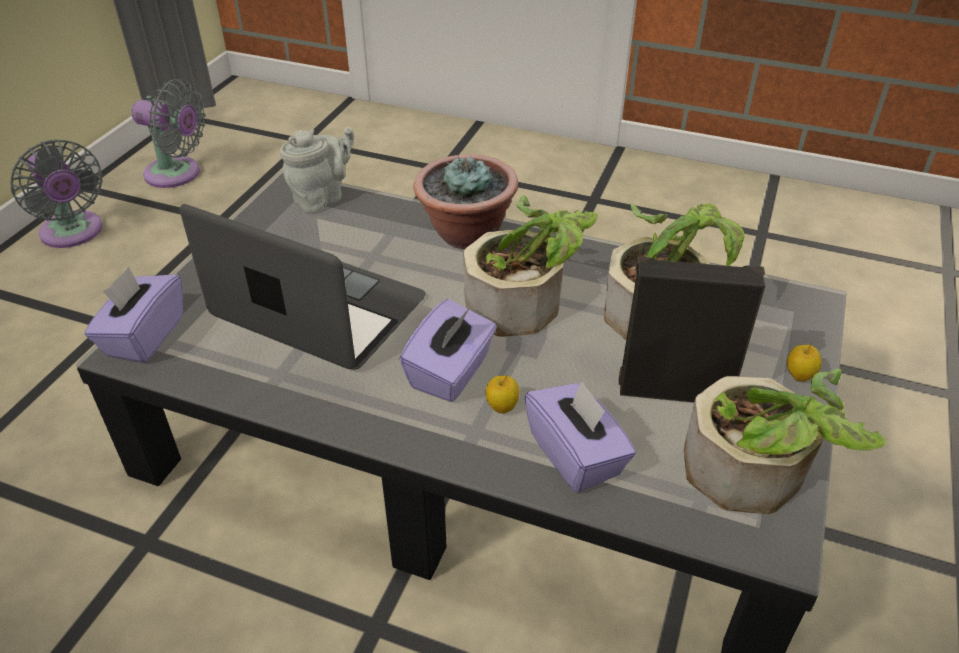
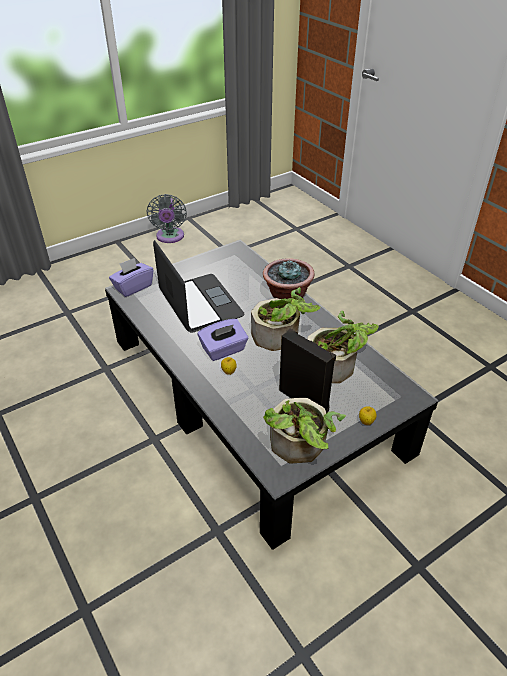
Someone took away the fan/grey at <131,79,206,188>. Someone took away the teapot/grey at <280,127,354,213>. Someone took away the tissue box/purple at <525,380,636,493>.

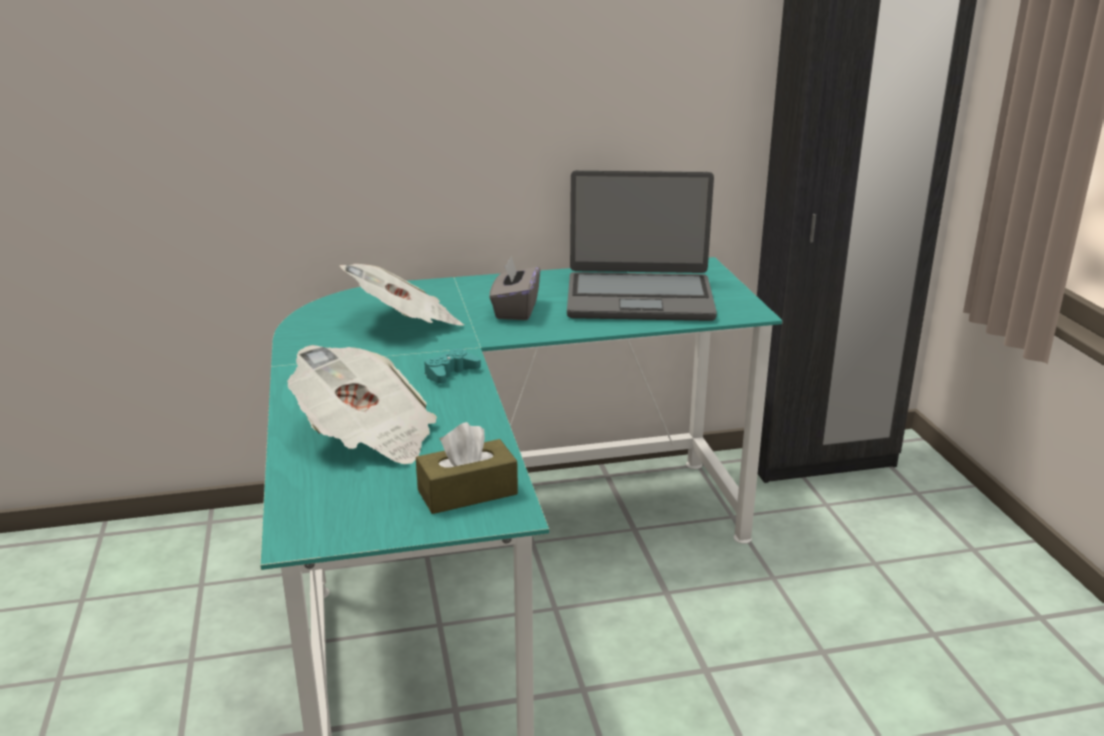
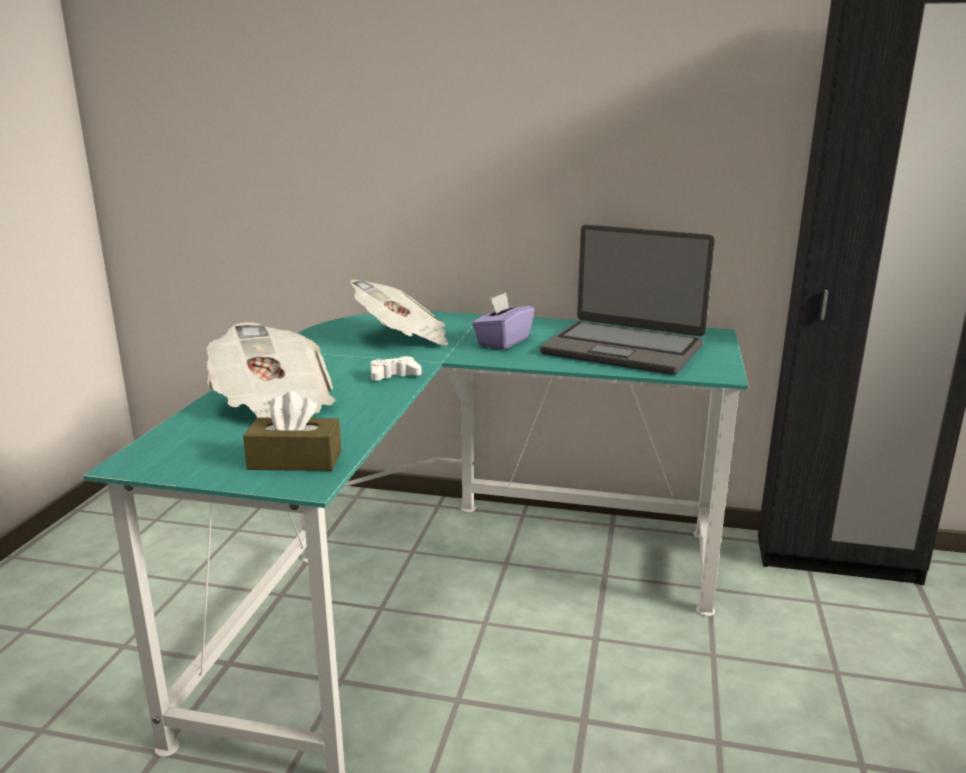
Someone repainted the game controller/turquoise at <424,349,481,384>, which became the game controller/white at <370,356,422,381>. Someone repainted the tissue box/grey at <489,256,540,320>, which became the tissue box/purple at <472,292,535,350>.

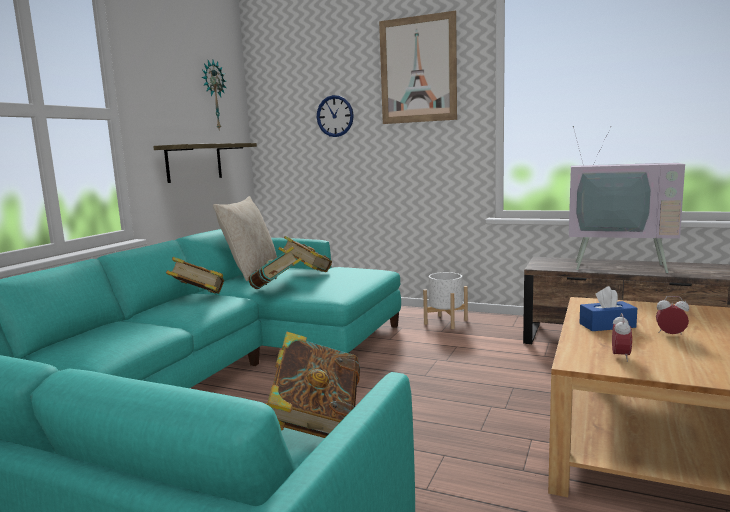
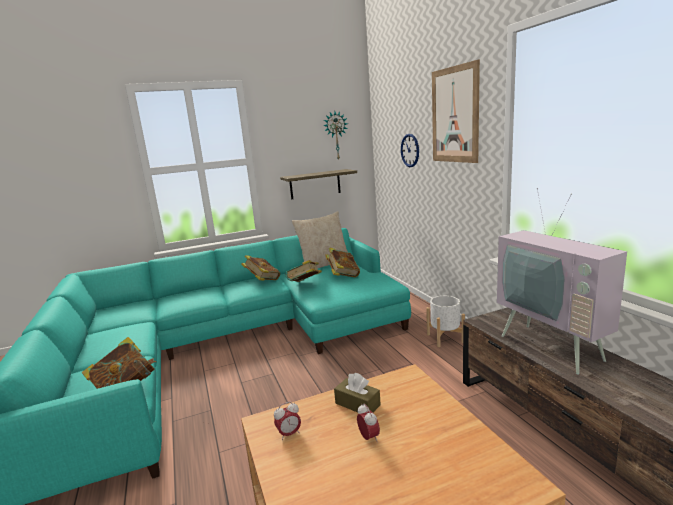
Someone repainted the tissue box/blue at <580,286,637,331>, which became the tissue box/brown at <334,373,381,412>.

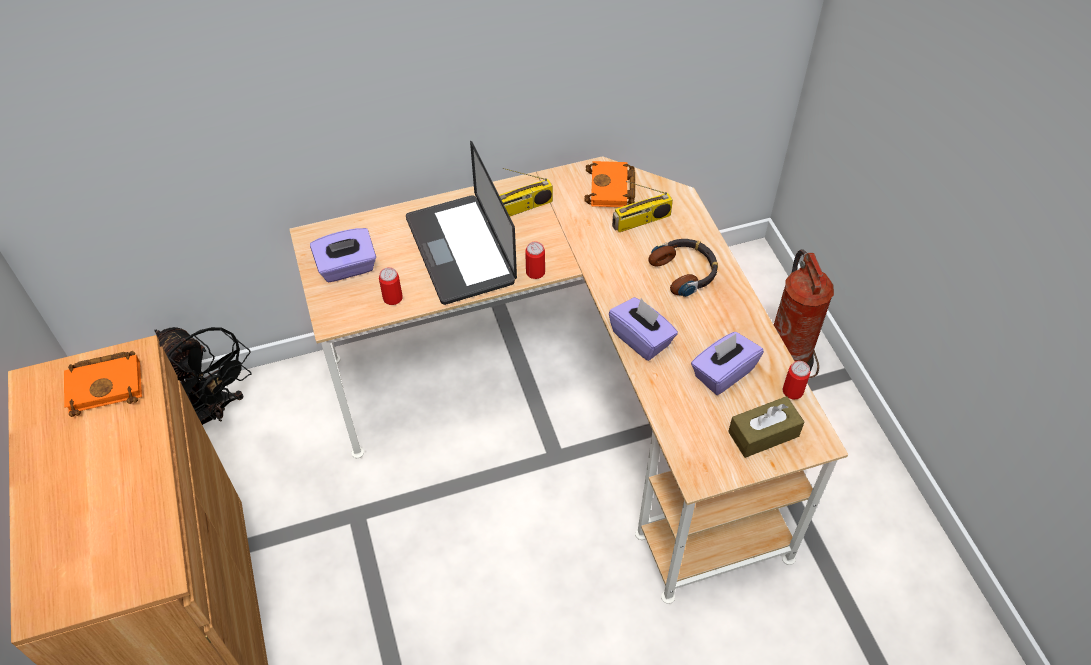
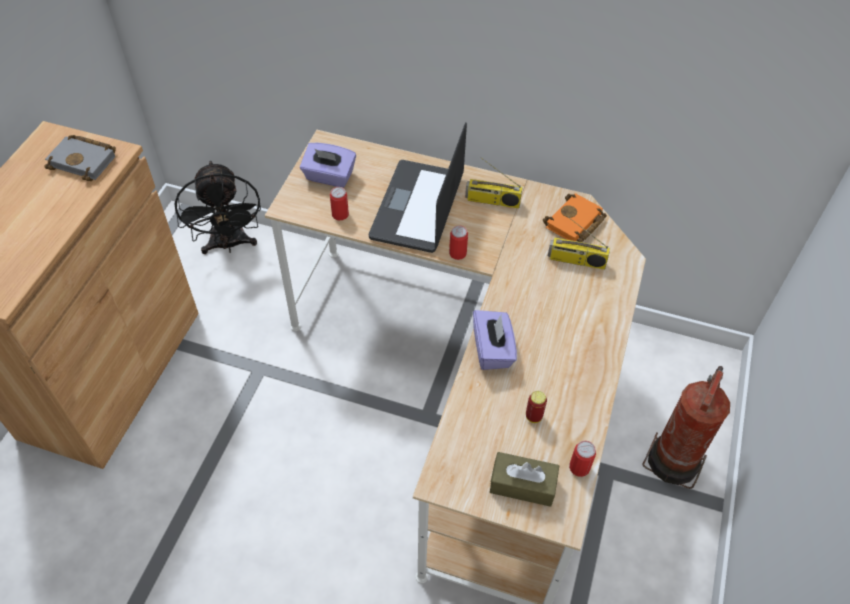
Someone repainted the book/orange at <64,351,142,417>, which became the book/grey at <44,135,116,181>. Someone swapped the tissue box/purple at <691,332,764,395> for the can at <526,391,547,423>. Someone took away the headphones at <648,239,718,297>.

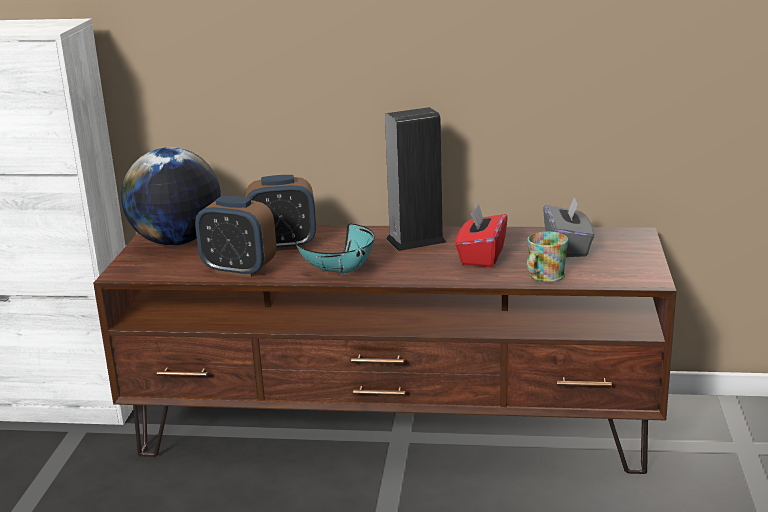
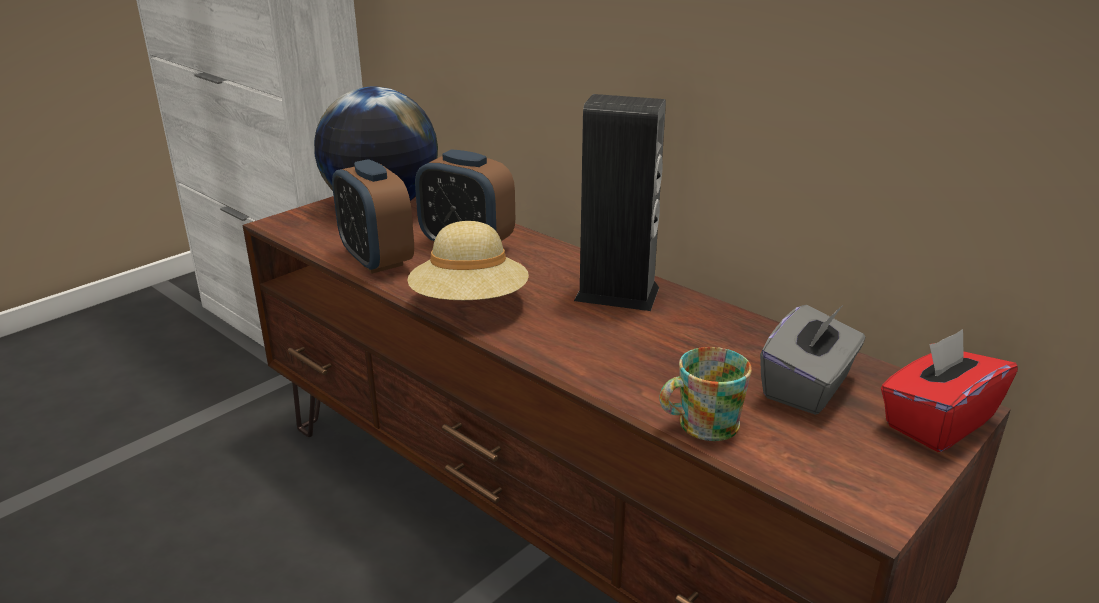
Someone swapped the bowl/turquoise at <295,224,375,273> for the hat/beige at <407,221,529,300>. Someone carried the tissue box/red from <455,204,508,267> to <881,329,1018,452>.

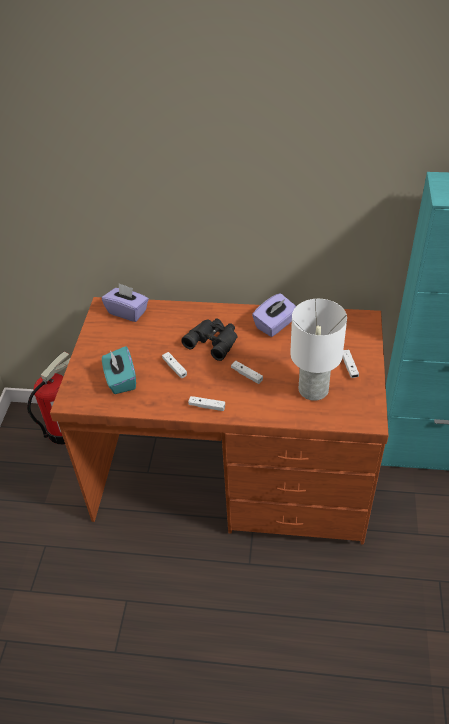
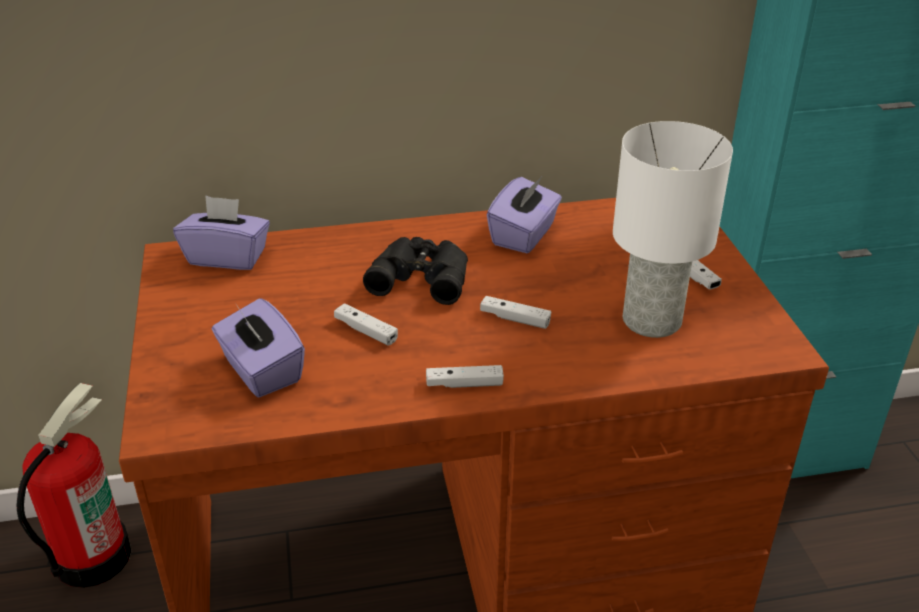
Someone repainted the tissue box/turquoise at <102,346,136,394>, which became the tissue box/purple at <212,298,305,397>.

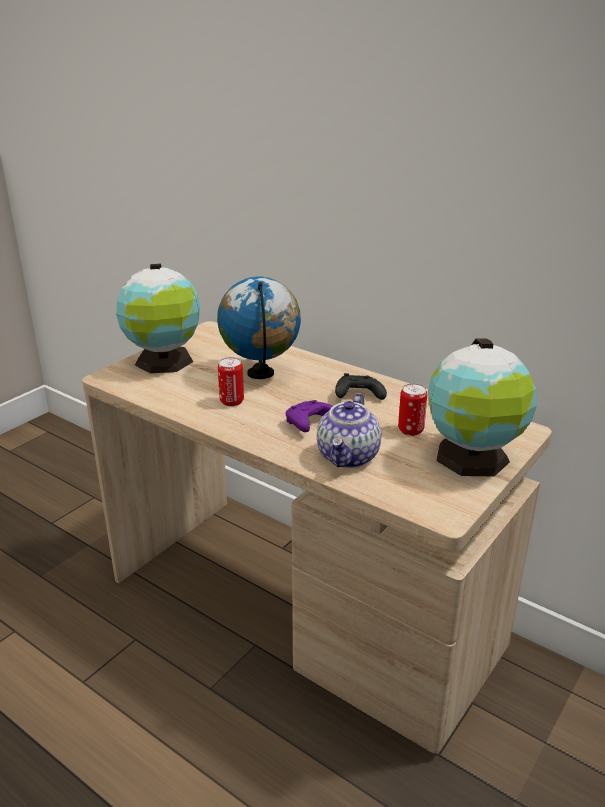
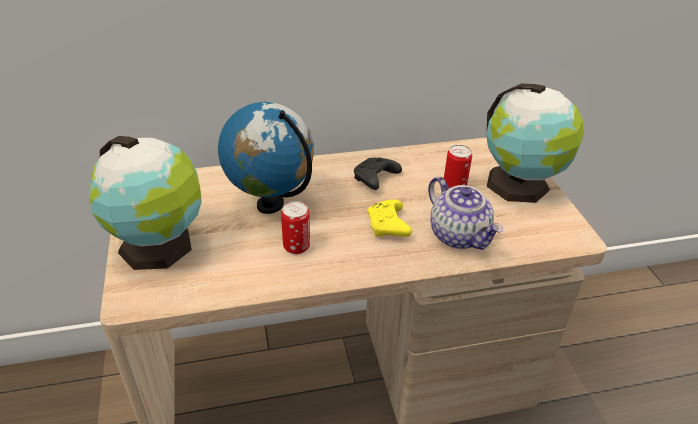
Someone repainted the game controller/purple at <286,400,333,432>, which became the game controller/yellow at <367,199,412,237>.

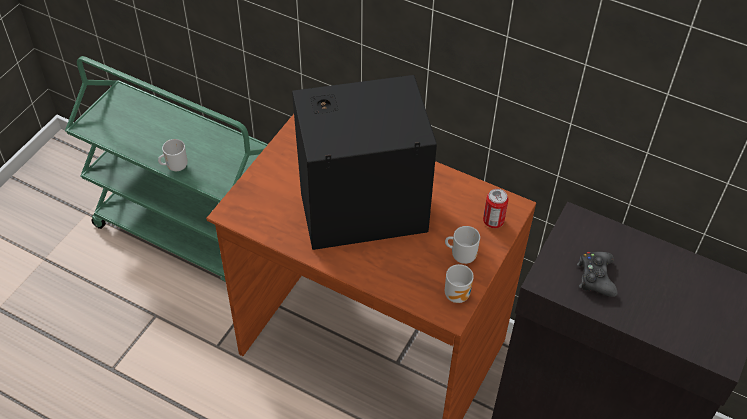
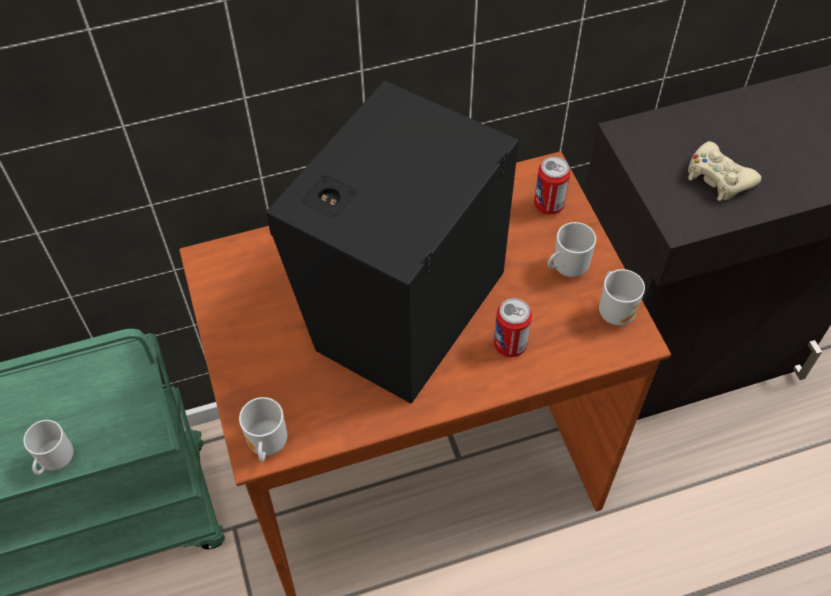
Someone put down the mug at <239,397,287,462>. Someone put down the can at <494,298,532,357>. Someone repainted the game controller/black at <577,252,618,297>, which became the game controller/beige at <688,141,761,201>.

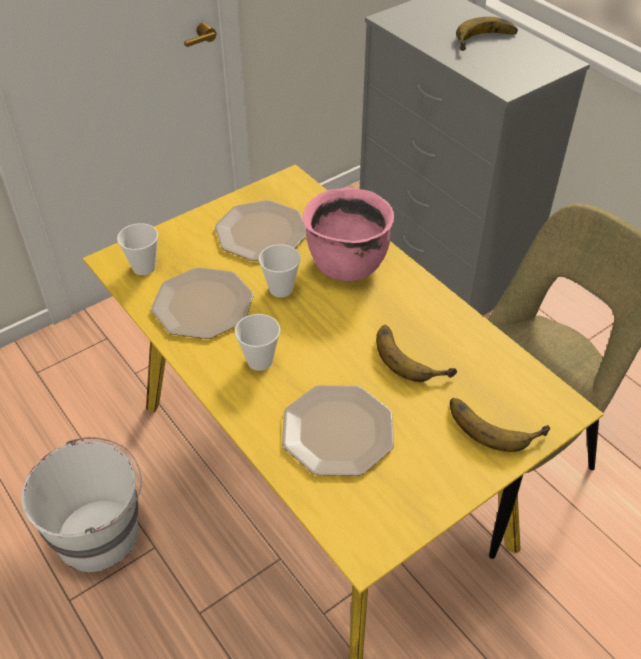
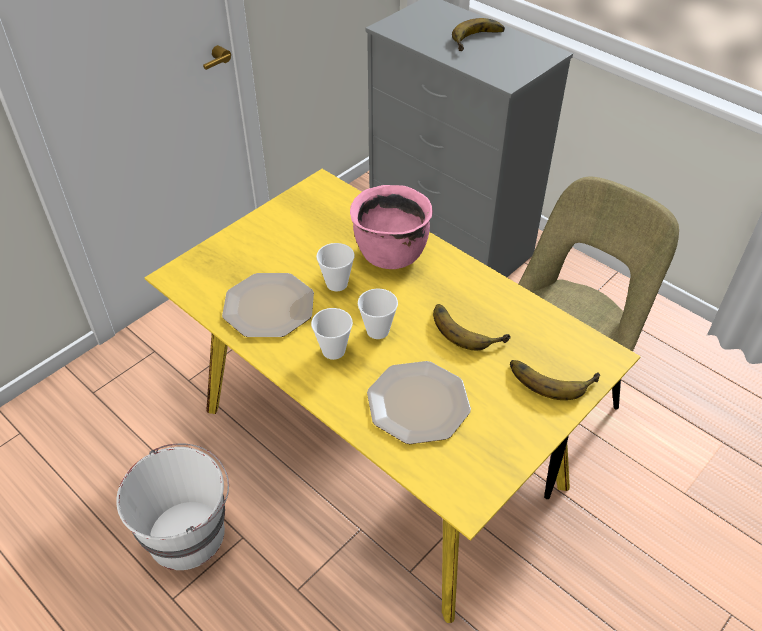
Someone carried the cup from <117,223,158,275> to <358,288,398,339>. Someone took away the plate at <215,200,306,261>.

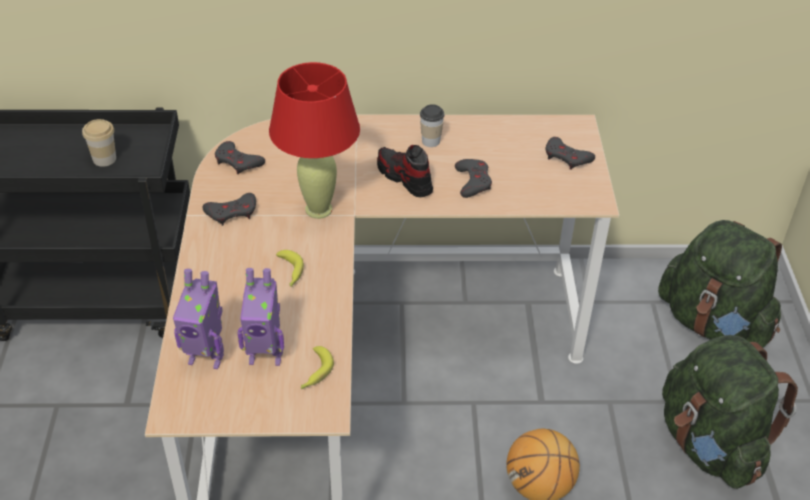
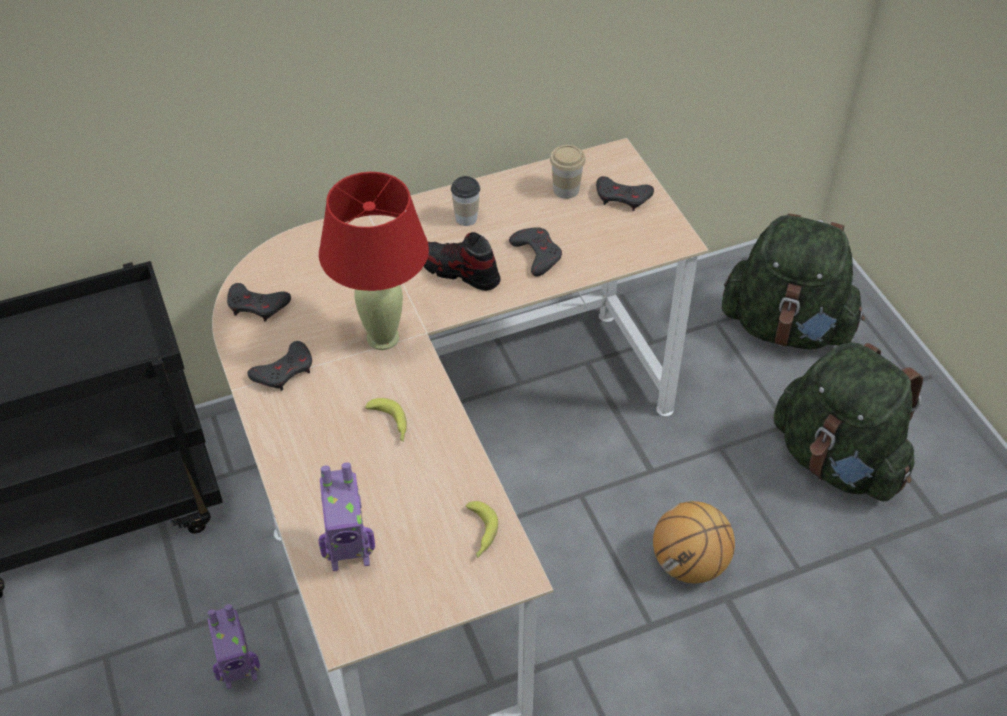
Someone carried the toy robot from <237,268,284,366> to <207,604,260,689>. Someone carried the cup from <82,119,116,167> to <550,145,586,199>.

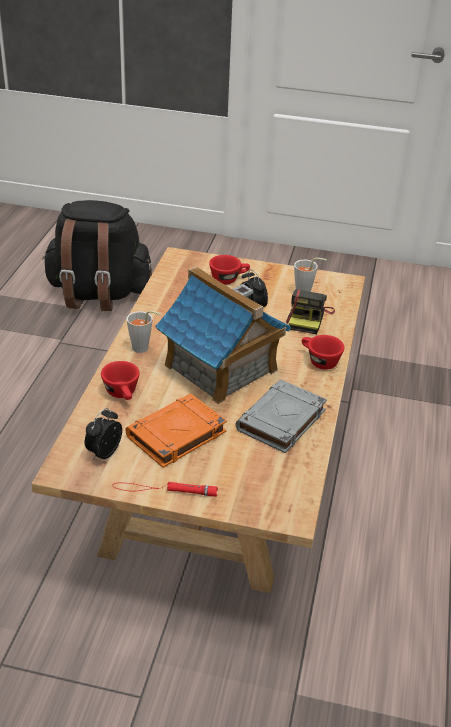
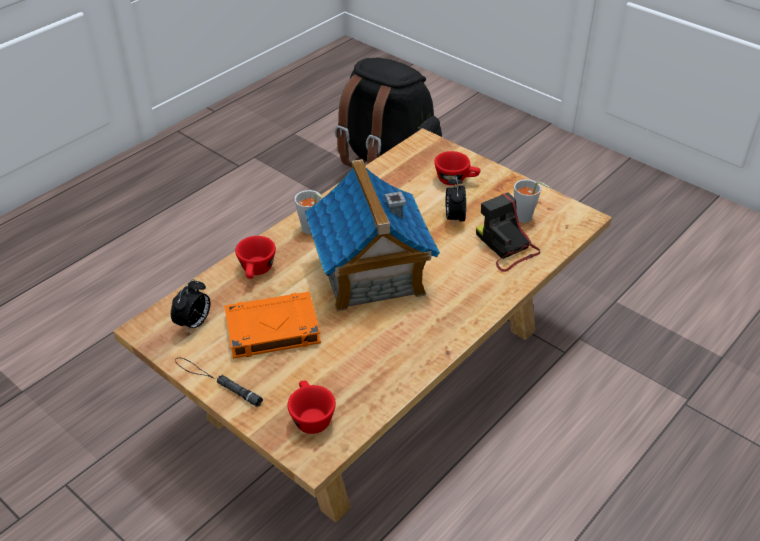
Someone rotated the alarm clock at <85,408,122,460> by 150 degrees clockwise. Someone repainted the flashlight/red at <113,482,218,497>, which became the flashlight/black at <175,358,263,407>. Someone carried the cup/red from <302,335,344,370> to <287,381,336,434>. Someone rotated the photo camera at <286,289,335,334> by 105 degrees clockwise. Someone took away the book/grey at <236,380,327,453>.

